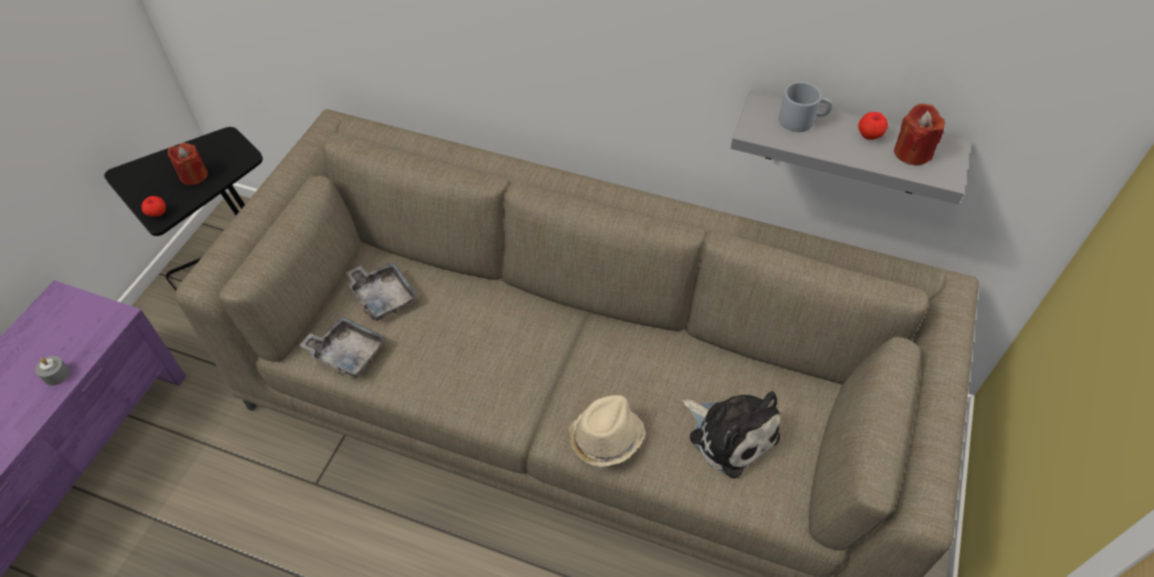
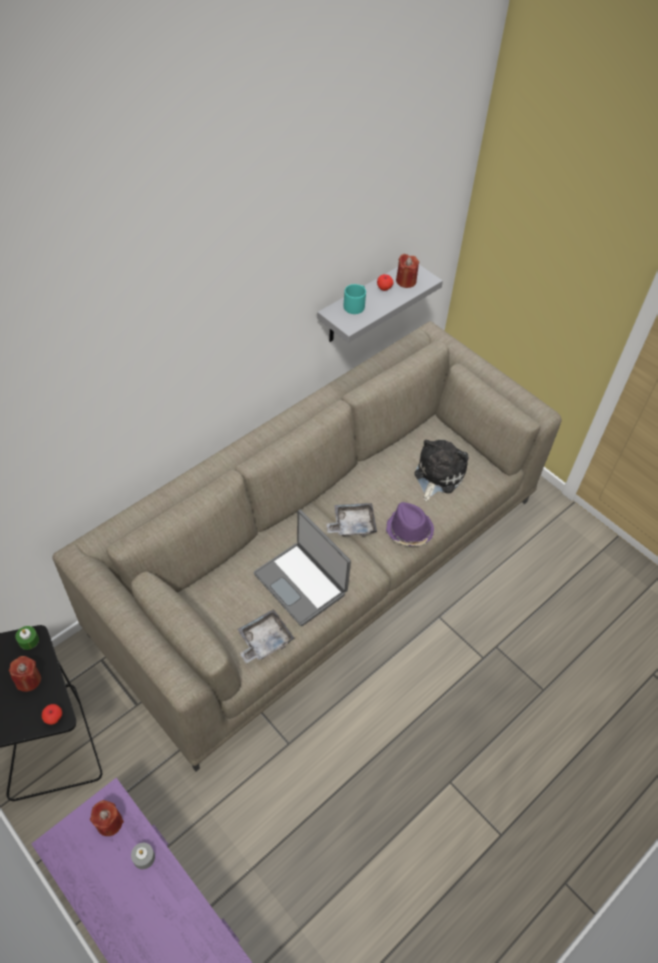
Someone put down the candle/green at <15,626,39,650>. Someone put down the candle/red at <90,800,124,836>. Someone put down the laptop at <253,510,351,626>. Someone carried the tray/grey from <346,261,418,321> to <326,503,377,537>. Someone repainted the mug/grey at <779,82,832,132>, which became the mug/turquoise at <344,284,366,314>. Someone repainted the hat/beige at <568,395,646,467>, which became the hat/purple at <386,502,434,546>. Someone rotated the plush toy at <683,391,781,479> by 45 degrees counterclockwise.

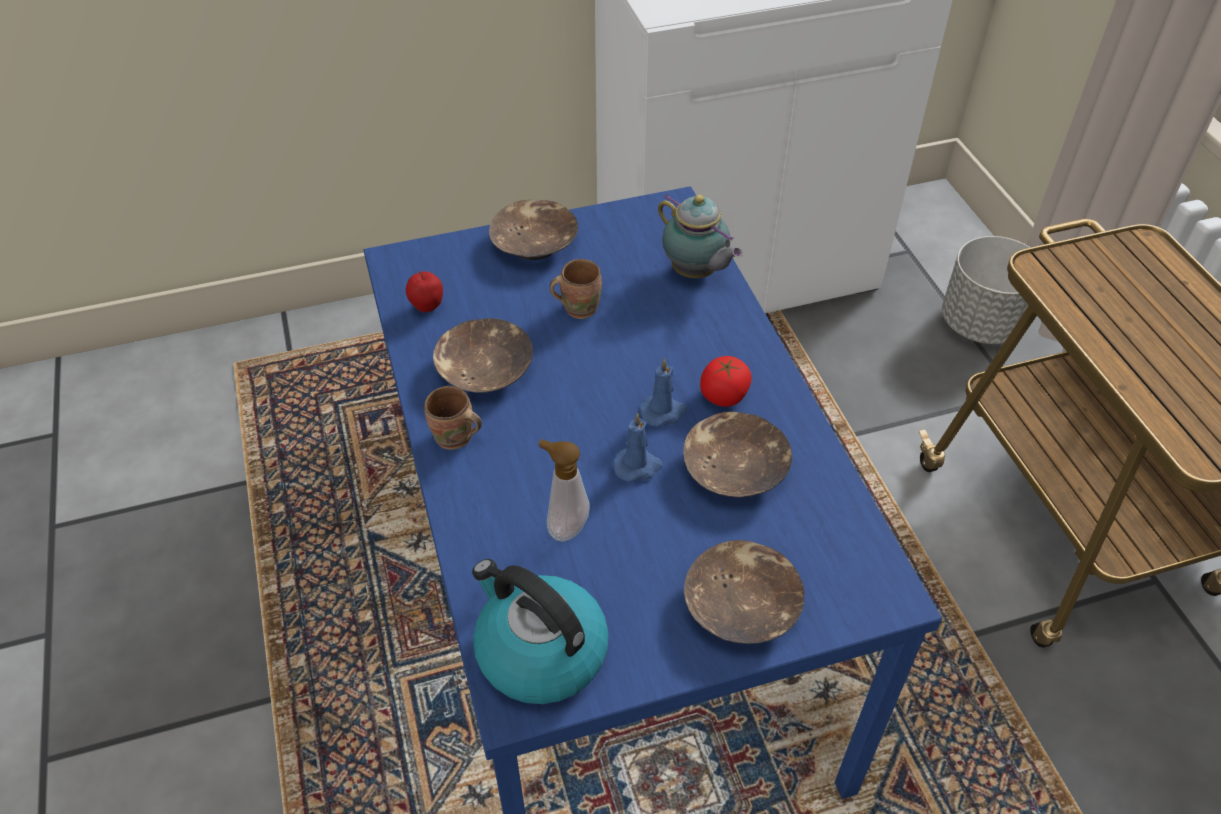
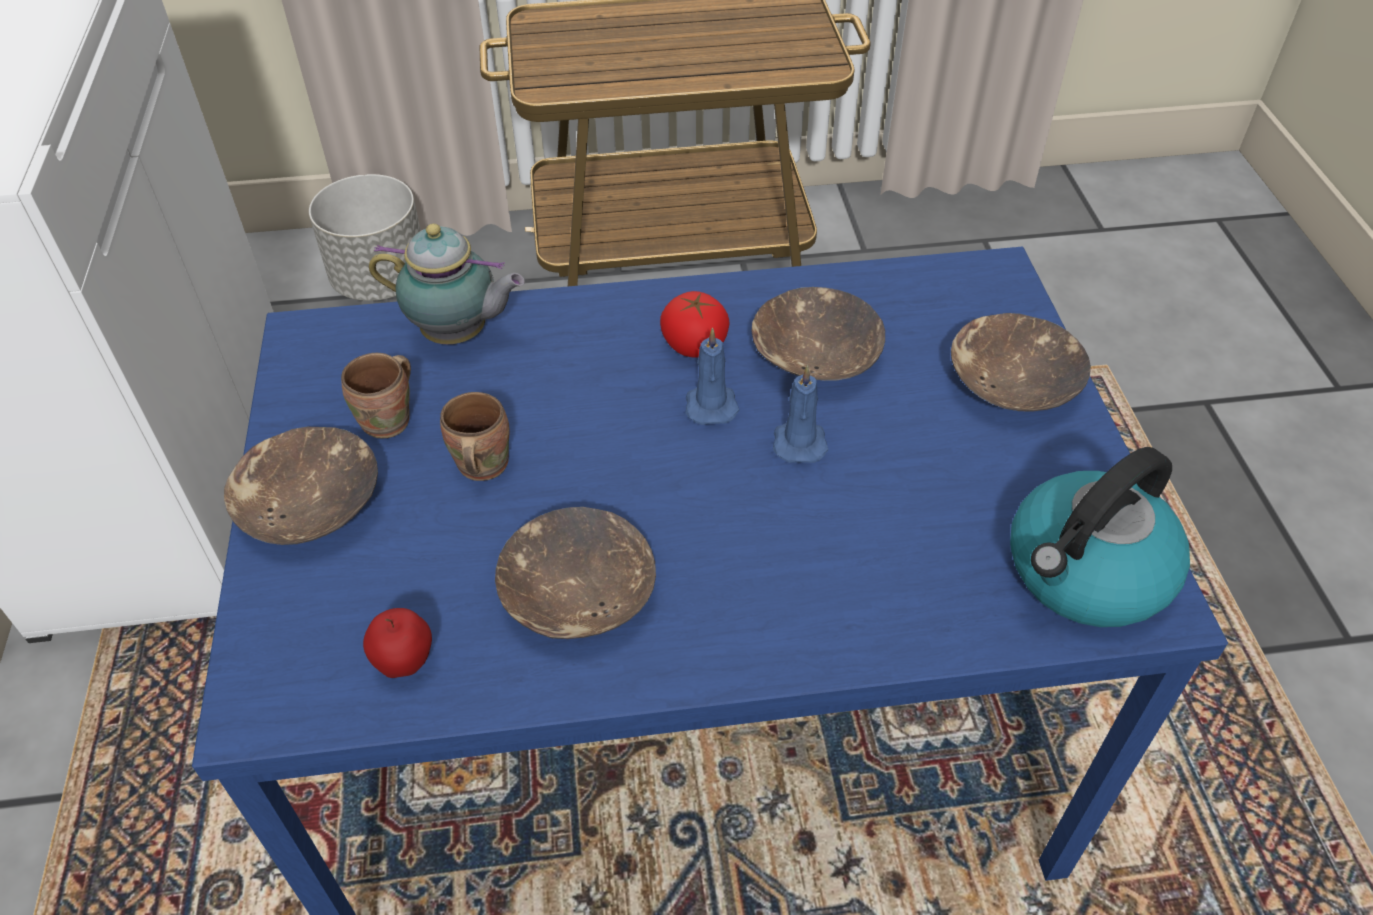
Someone carried the mug/brown from <424,386,482,450> to <341,353,411,438>. Someone rotated the teapot at <658,194,743,278> by 45 degrees clockwise. Someone took away the soap dispenser at <539,439,590,541>.

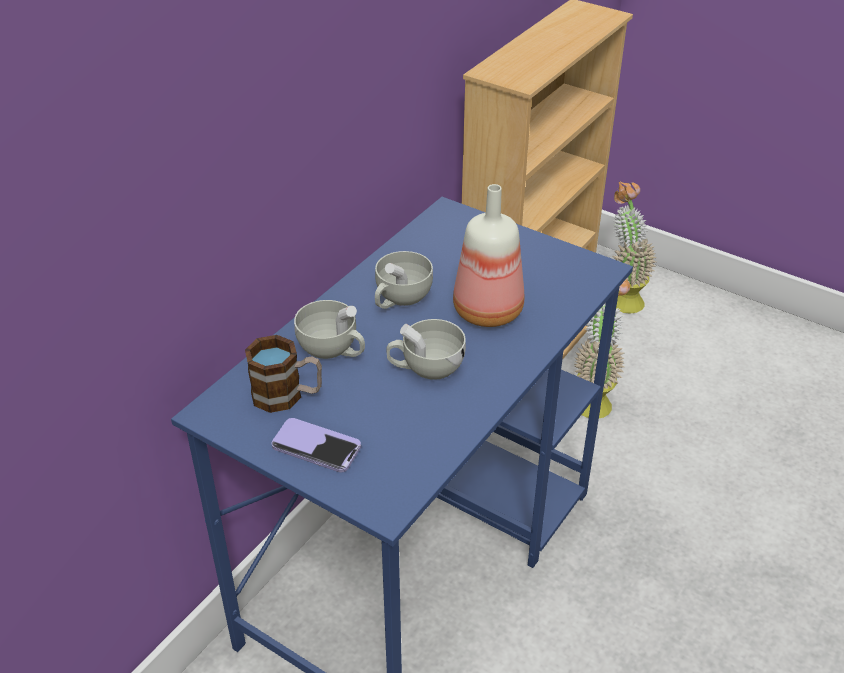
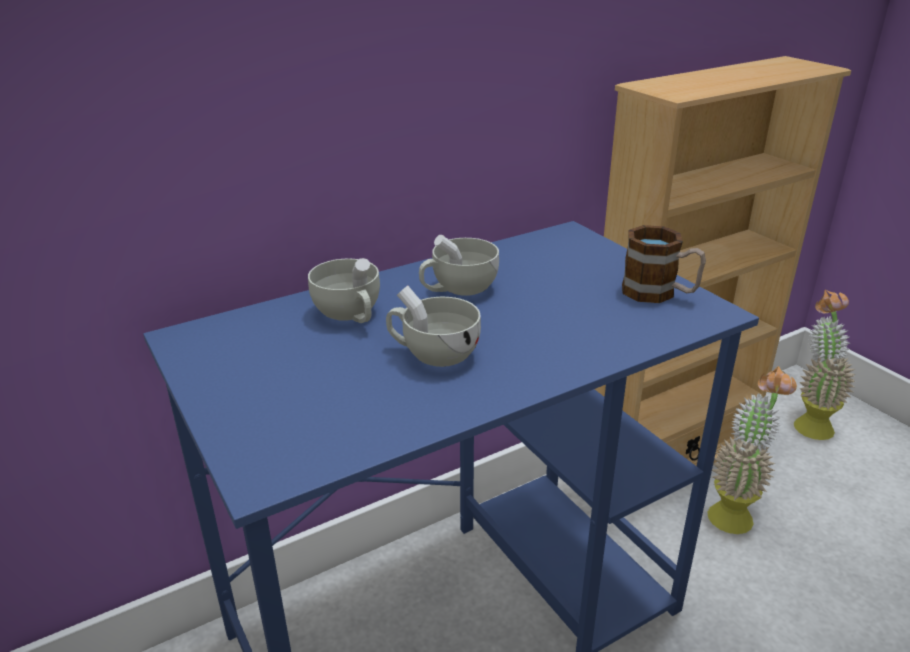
Someone carried the mug from <245,335,322,413> to <622,225,706,303>. Someone took away the phone at <271,418,361,473>. Someone took away the bottle at <453,184,524,327>.

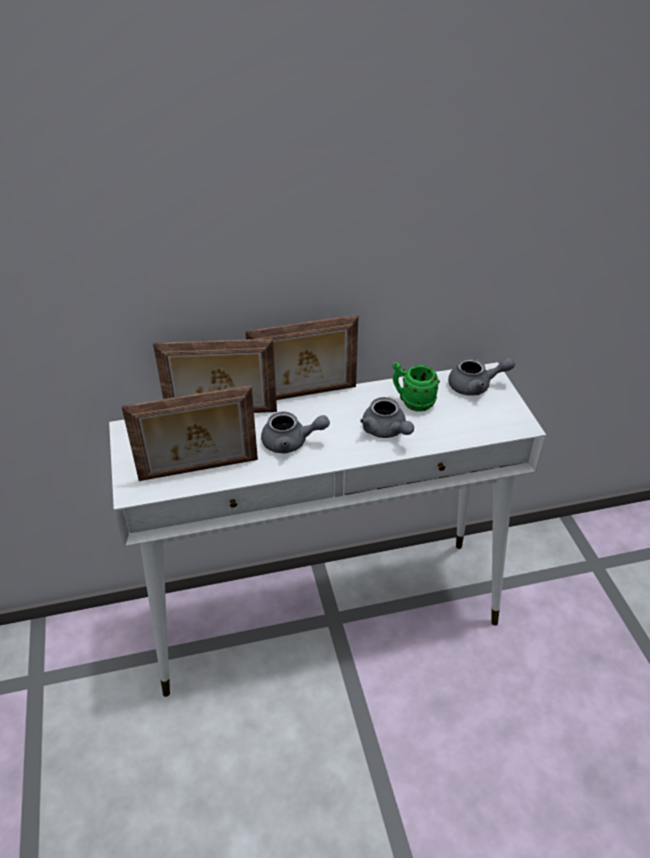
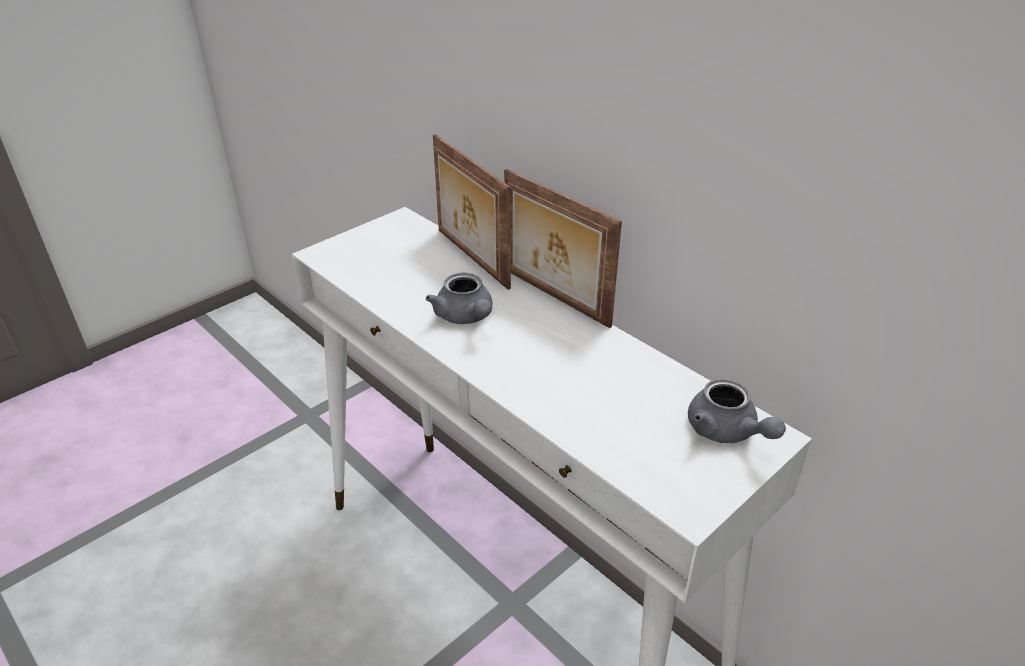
Someone took away the picture frame at <122,385,258,481>. Someone took away the teapot/grey at <360,397,414,438>. Someone took away the mug/green at <392,362,440,411>.

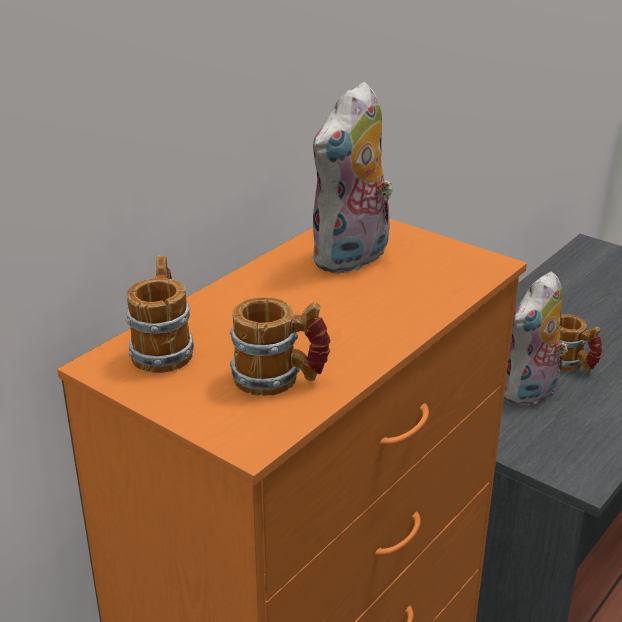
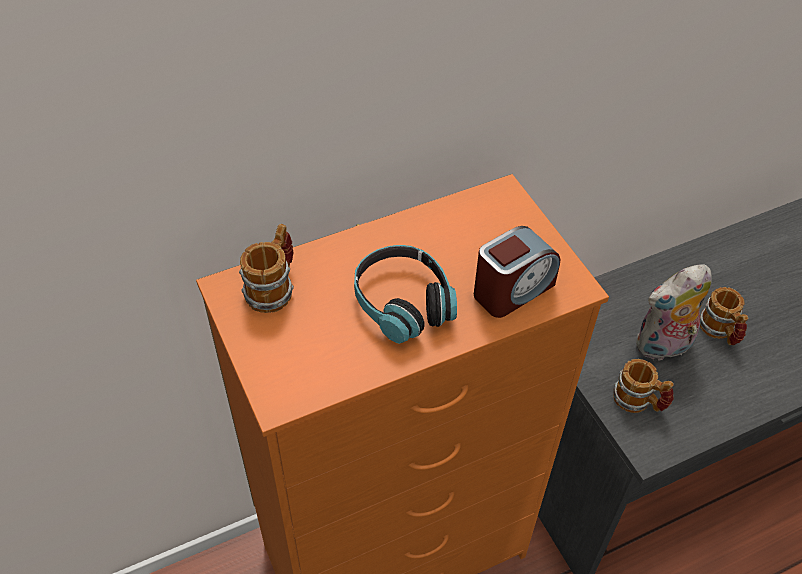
Someone put down the headphones at <354,245,457,344>. Someone put down the alarm clock at <474,226,560,318>. Someone carried the mug from <230,298,331,396> to <613,359,674,413>. Someone took away the plush toy at <311,82,393,274>.

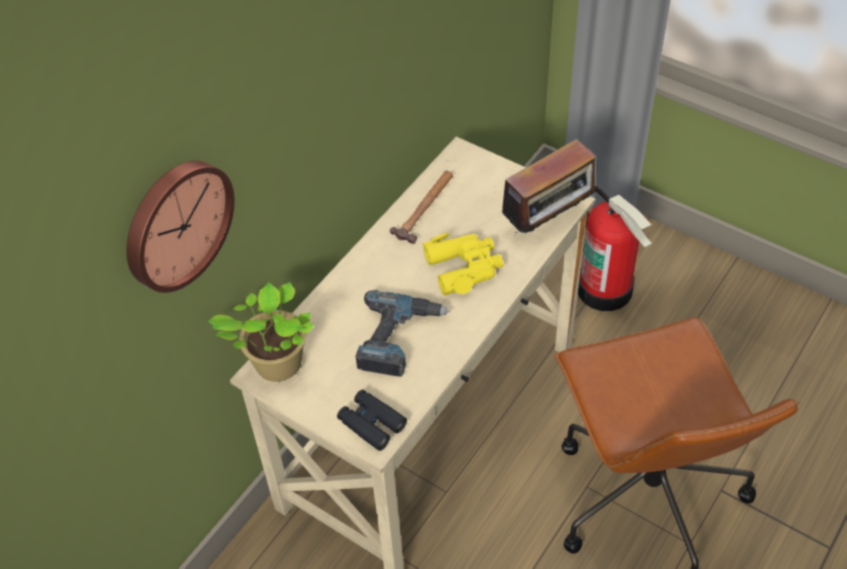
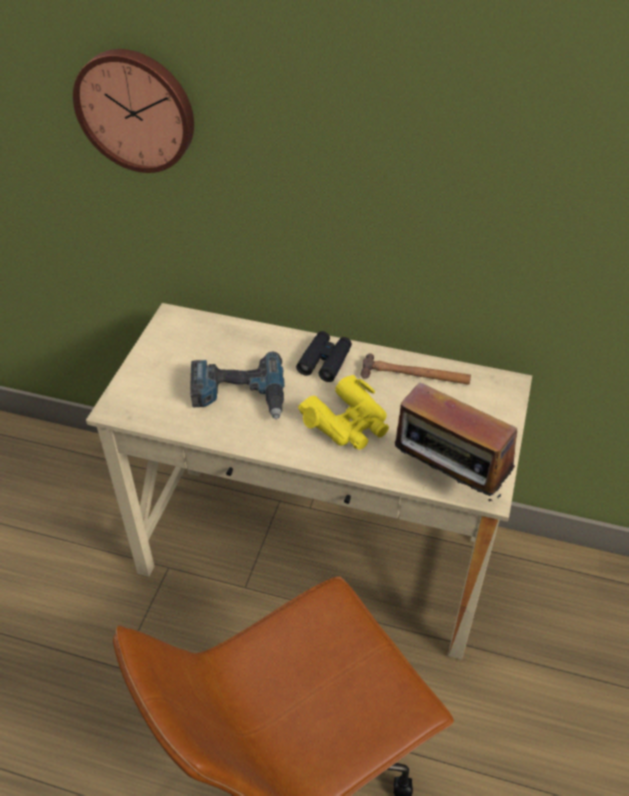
Someone carried the binoculars/black from <337,390,407,451> to <296,331,352,382>. Someone took away the potted plant at <208,282,314,382>. Someone took away the fire extinguisher at <578,186,652,311>.

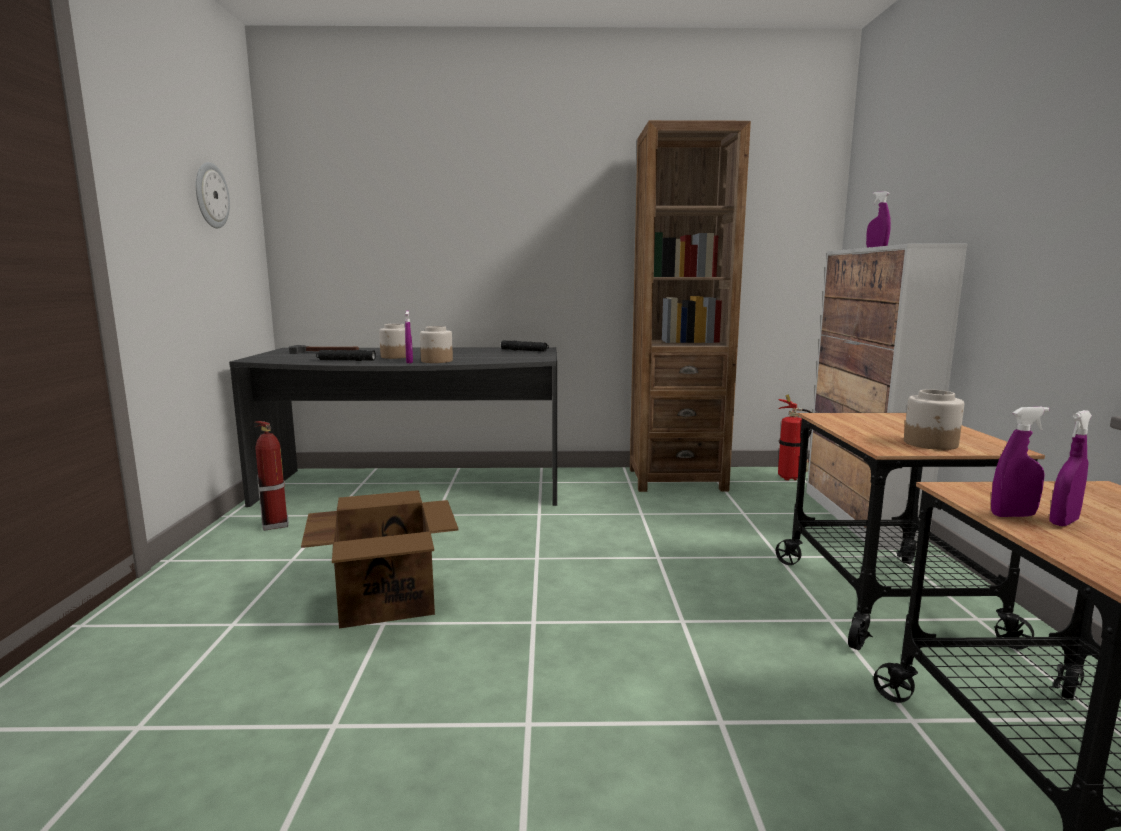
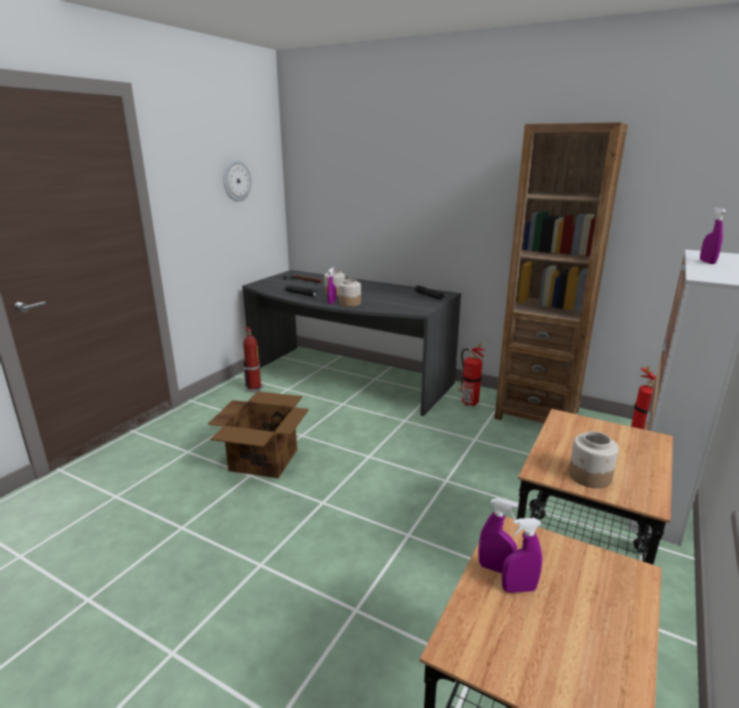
Someone put down the fire extinguisher at <457,343,485,406>.

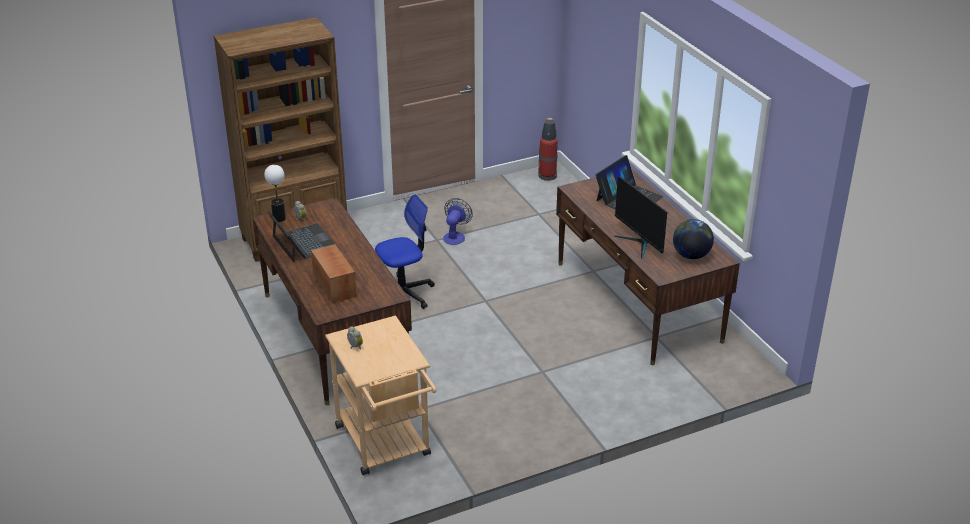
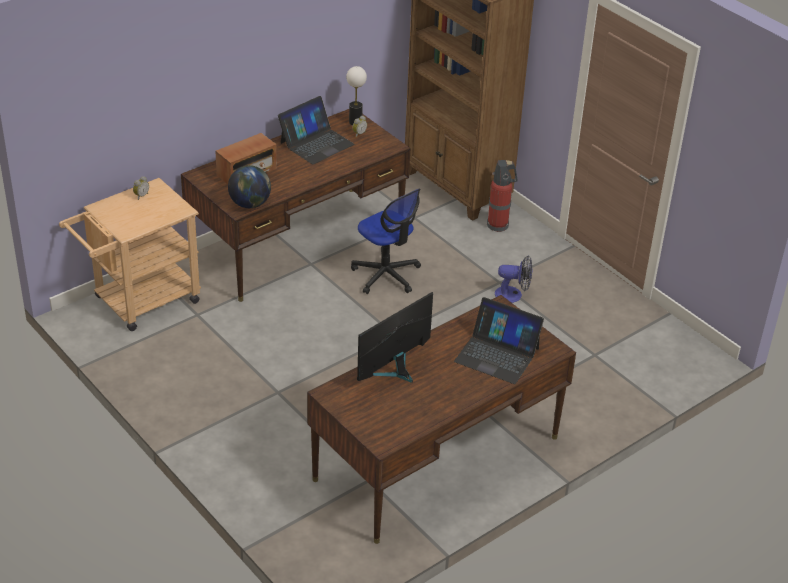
Someone carried the globe from <673,219,714,259> to <228,165,271,208>. Someone carried the fire extinguisher from <538,118,558,181> to <487,160,518,232>.

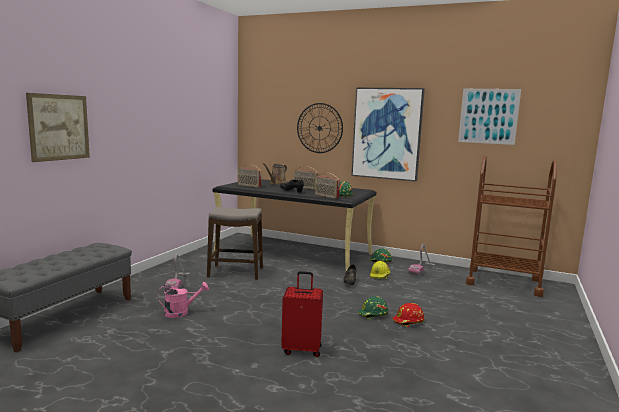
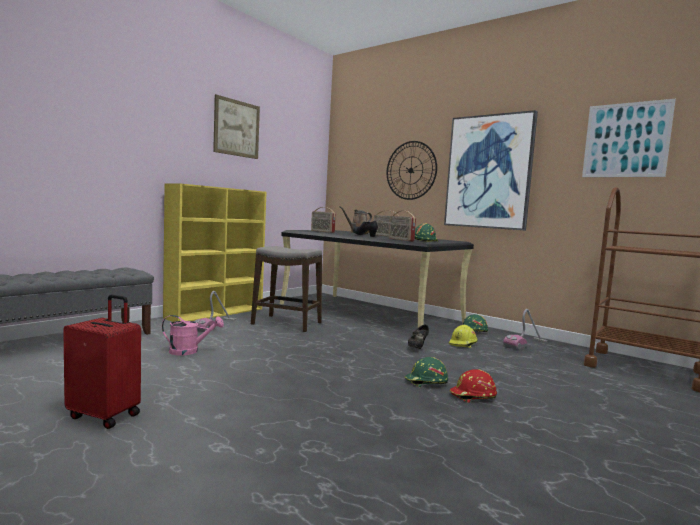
Someone carried the suitcase/red from <281,271,323,357> to <63,294,141,429>. Someone put down the bookcase/yellow at <163,183,266,322>. Someone carried the picture from <26,93,90,162> to <213,94,260,159>.

